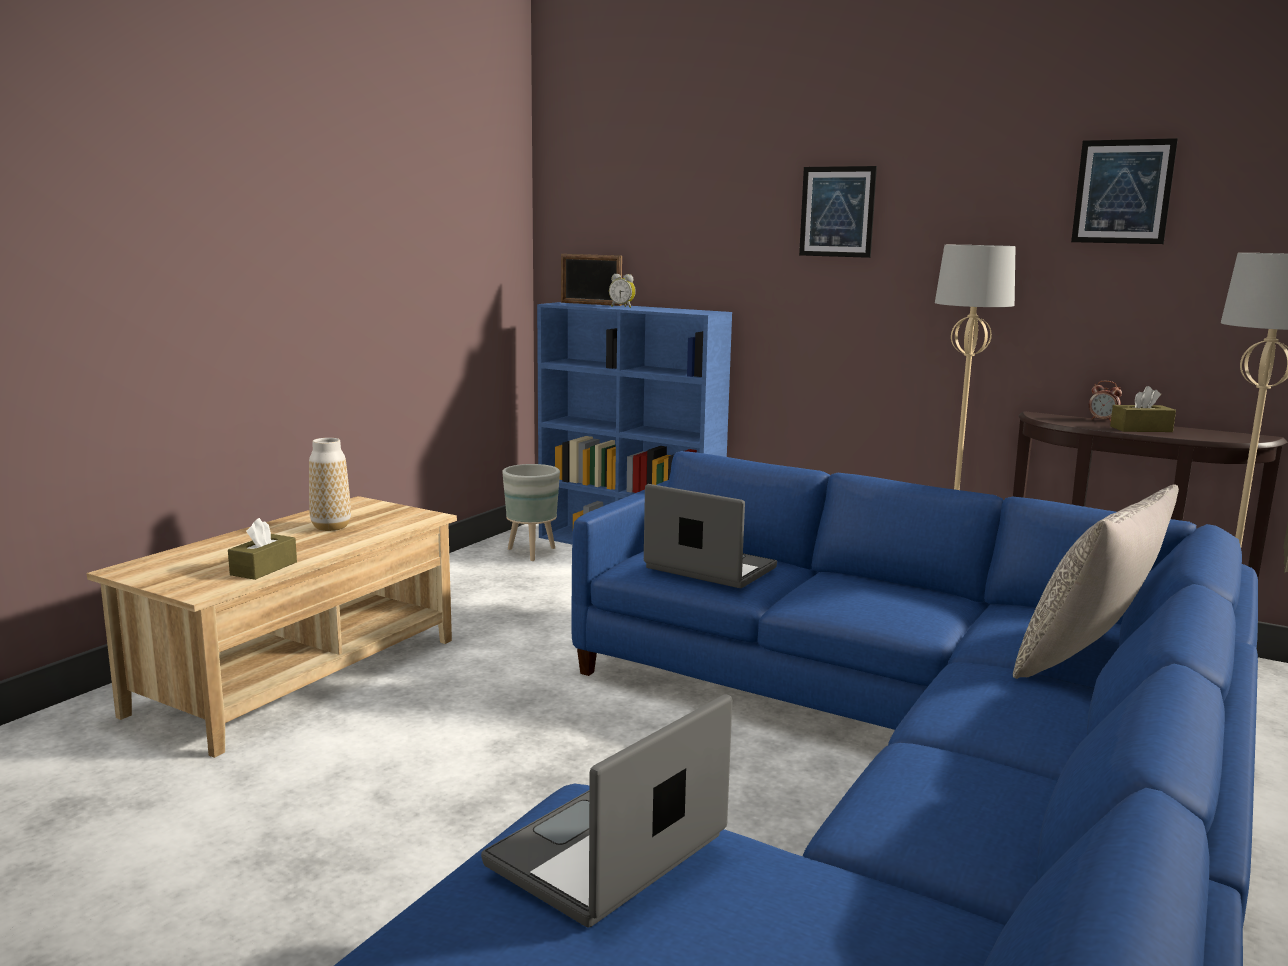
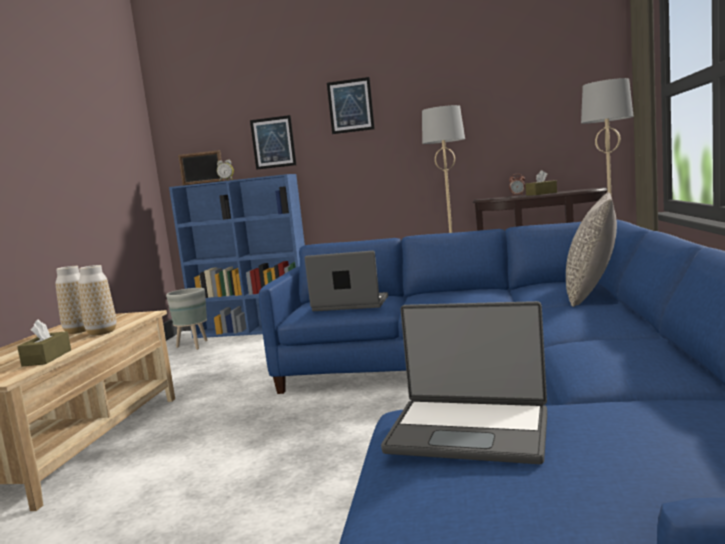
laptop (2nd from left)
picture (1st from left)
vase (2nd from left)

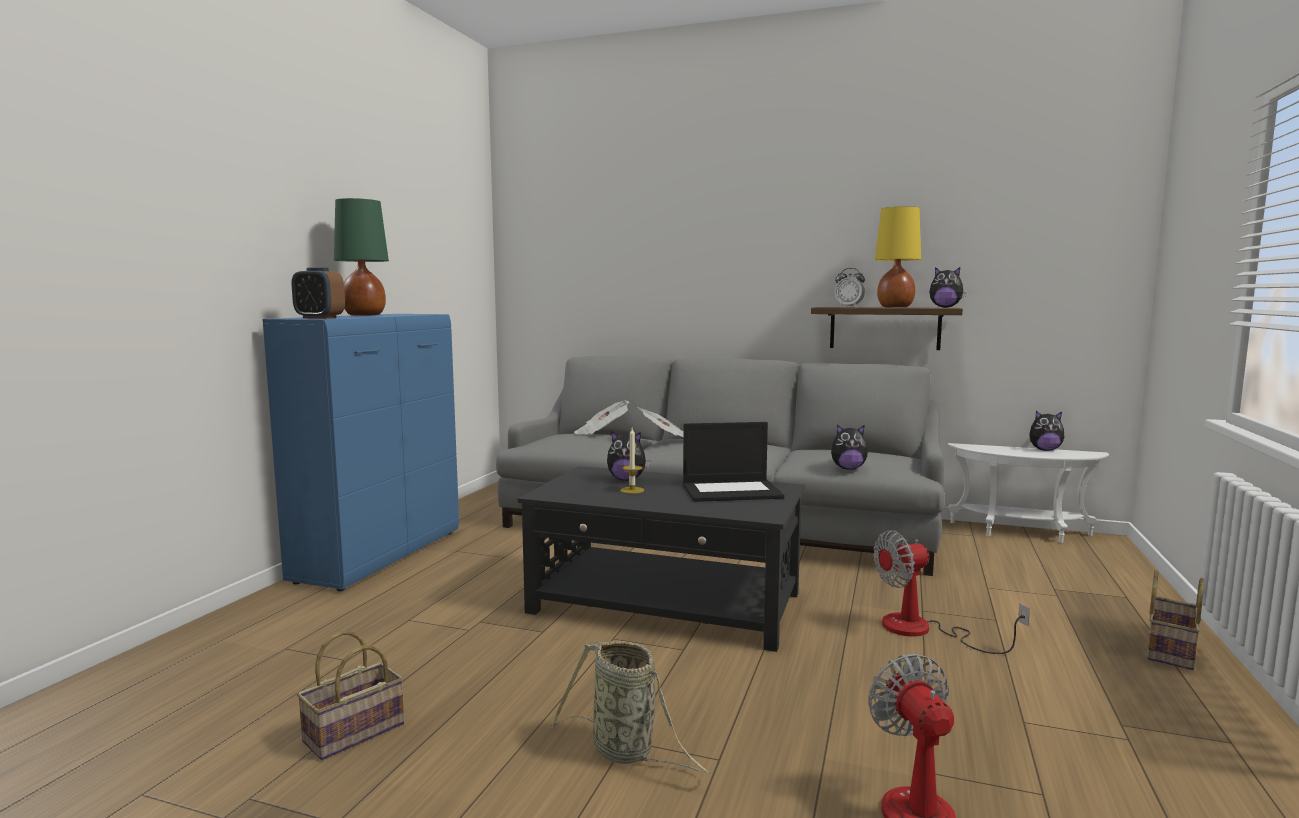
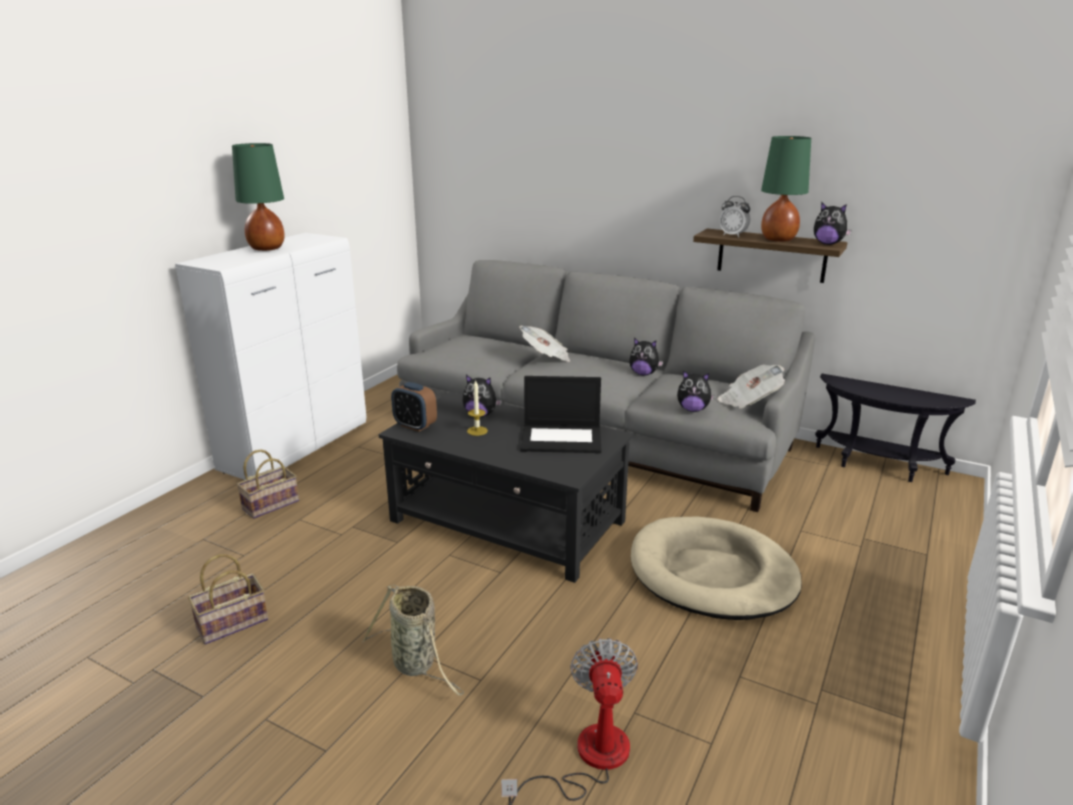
cabinet (white)
alarm clock (1st from left)
newspaper (2nd from left)
dog bed (beige)
table lamp (green) (2nd from left)
side table (black)
plush toy (2nd from left)
basket (2nd from left)

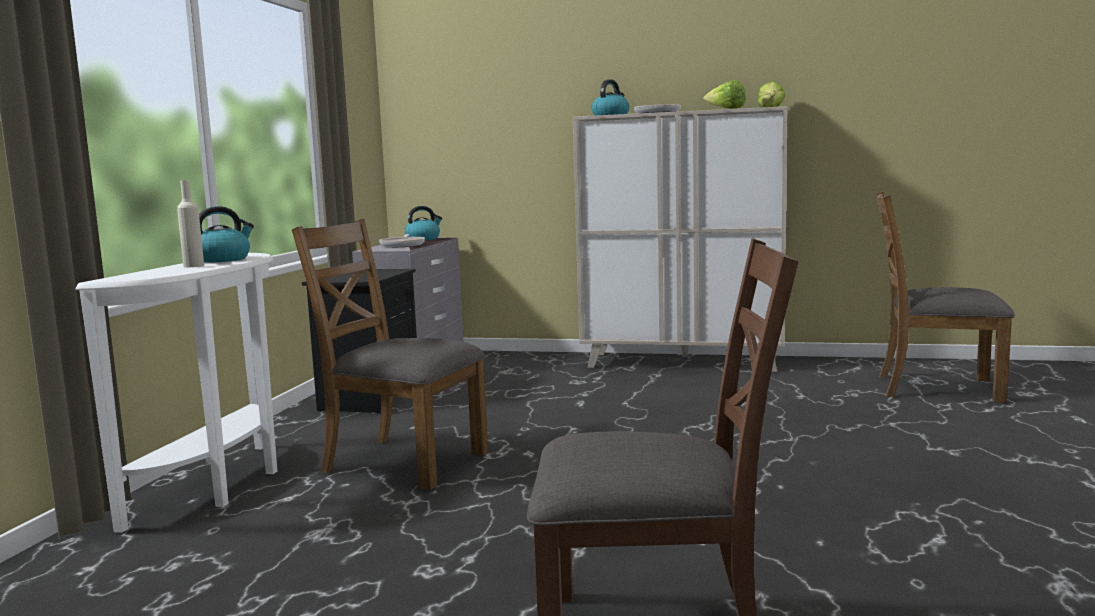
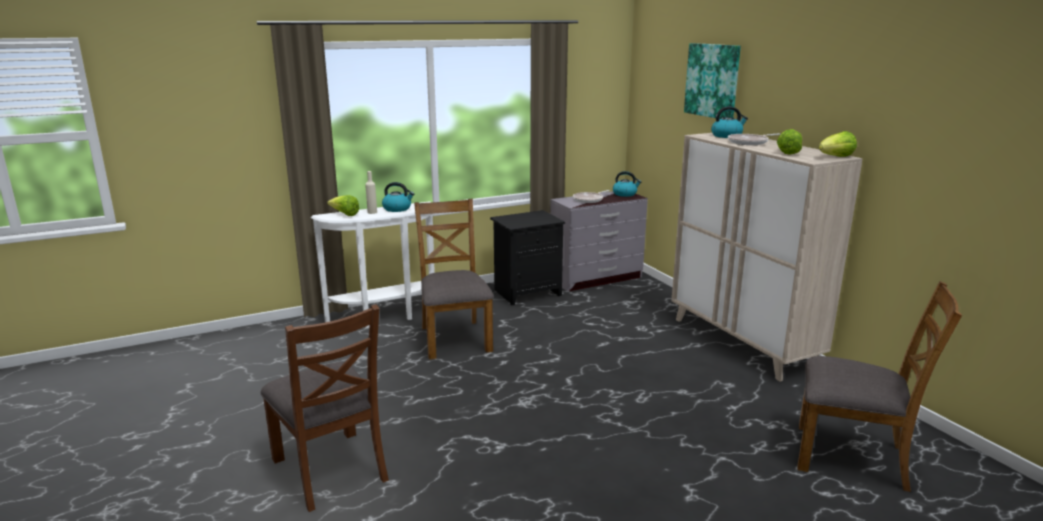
chair (brown) (3rd from left)
lettuce (1st from left)
picture

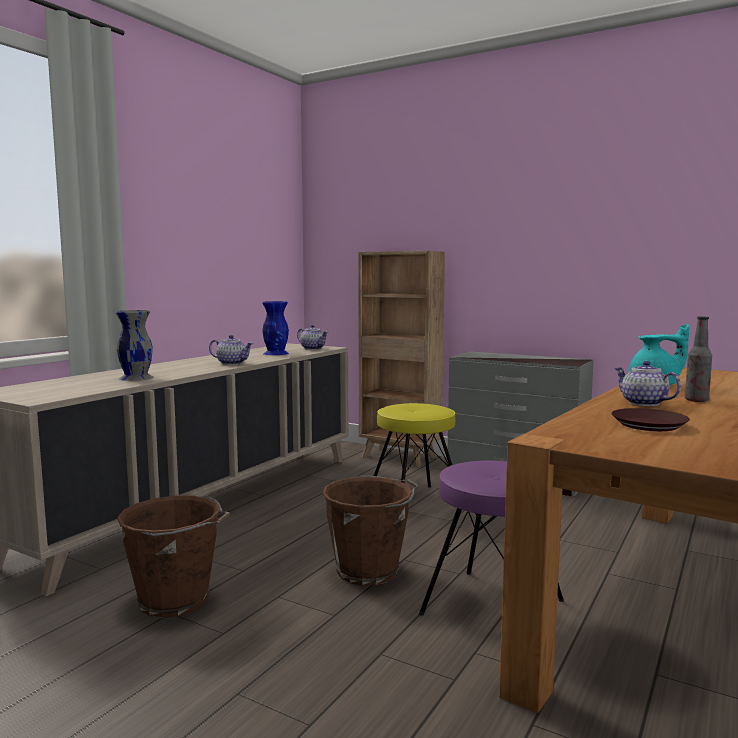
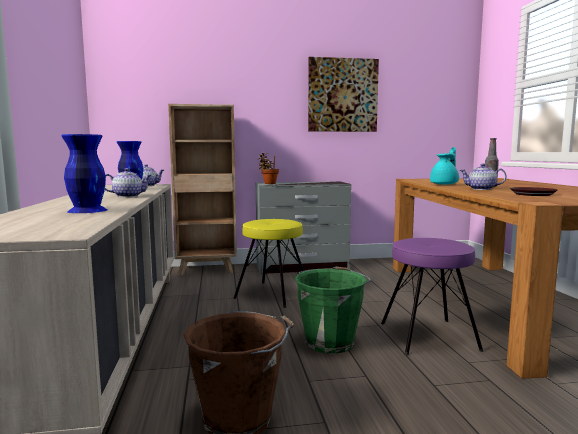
vase (blue) (1st from left)
bucket (green)
potted plant
picture

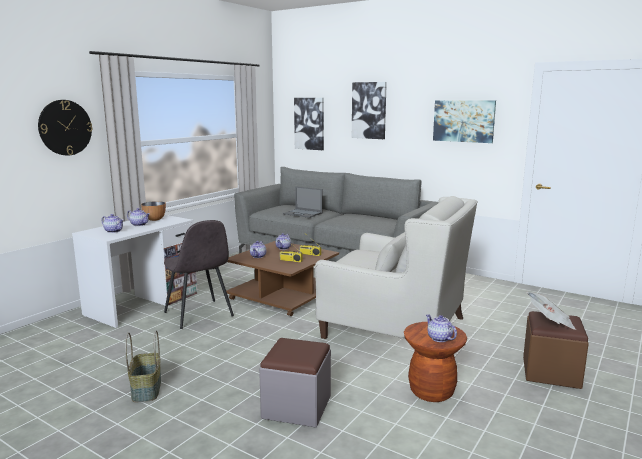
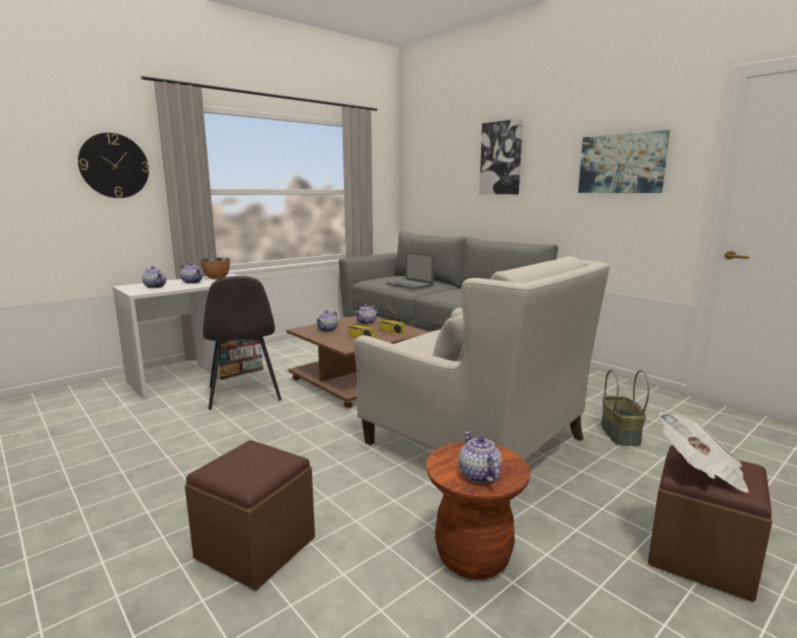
basket
ottoman (brown) (1st from left)
picture (1st from left in the first image)

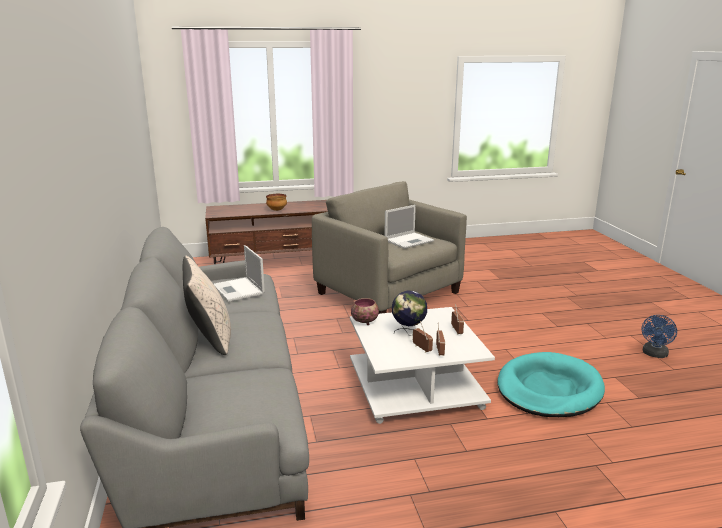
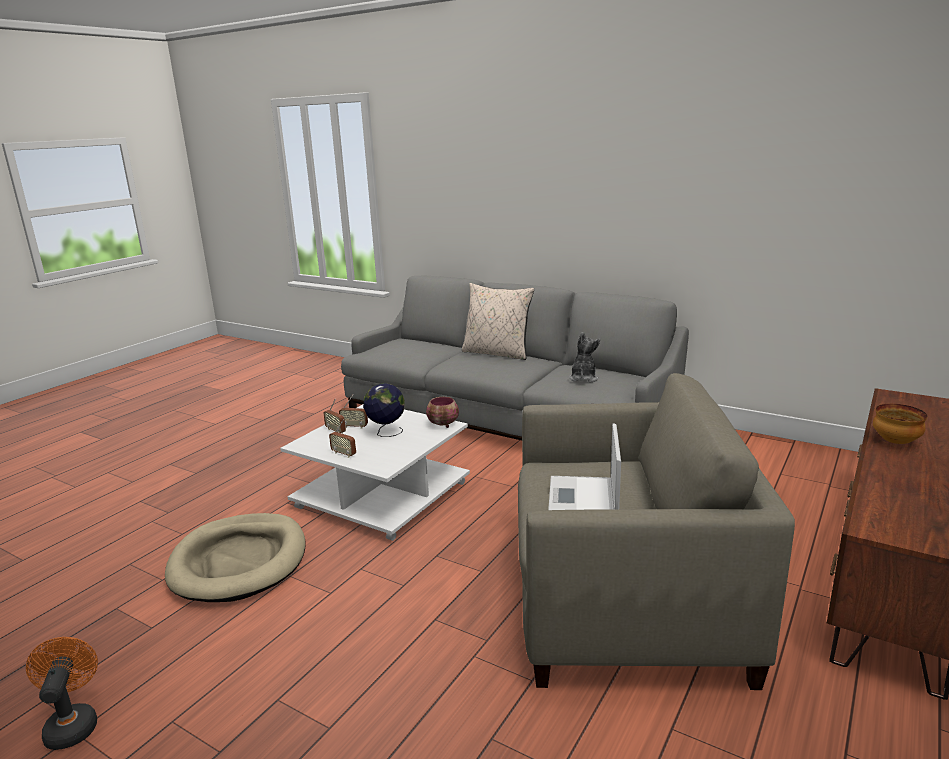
plush toy
dog bed (beige)
fan (orange)

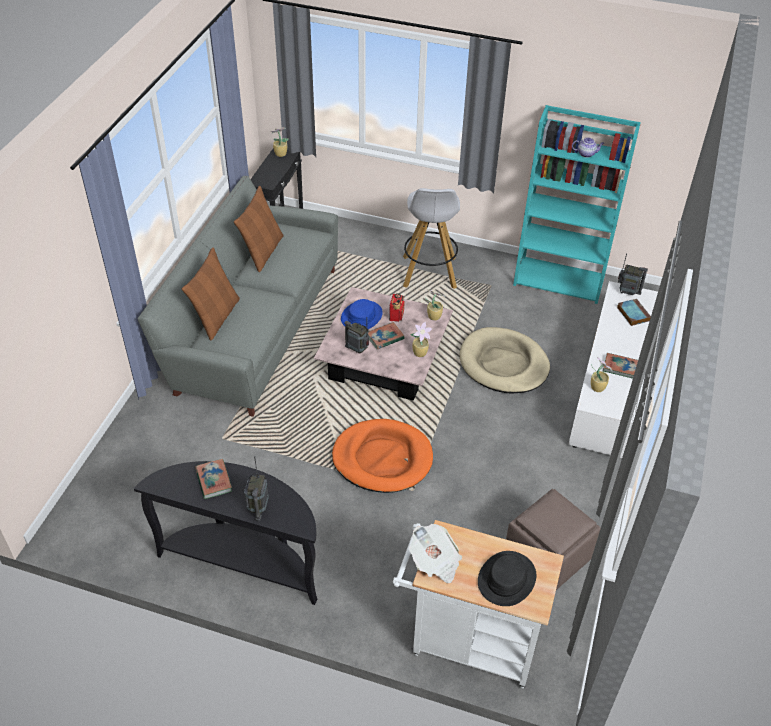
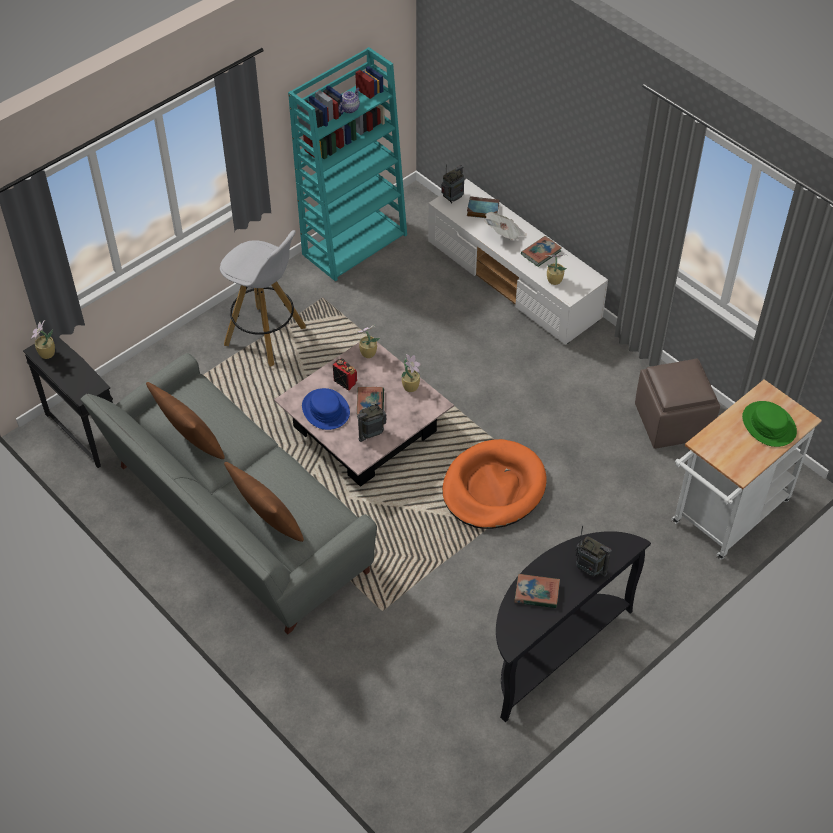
newspaper
dog bed (beige)
hat (green)

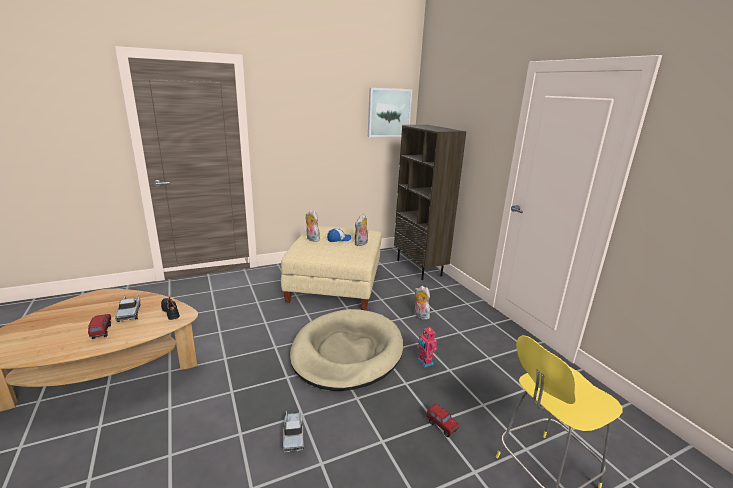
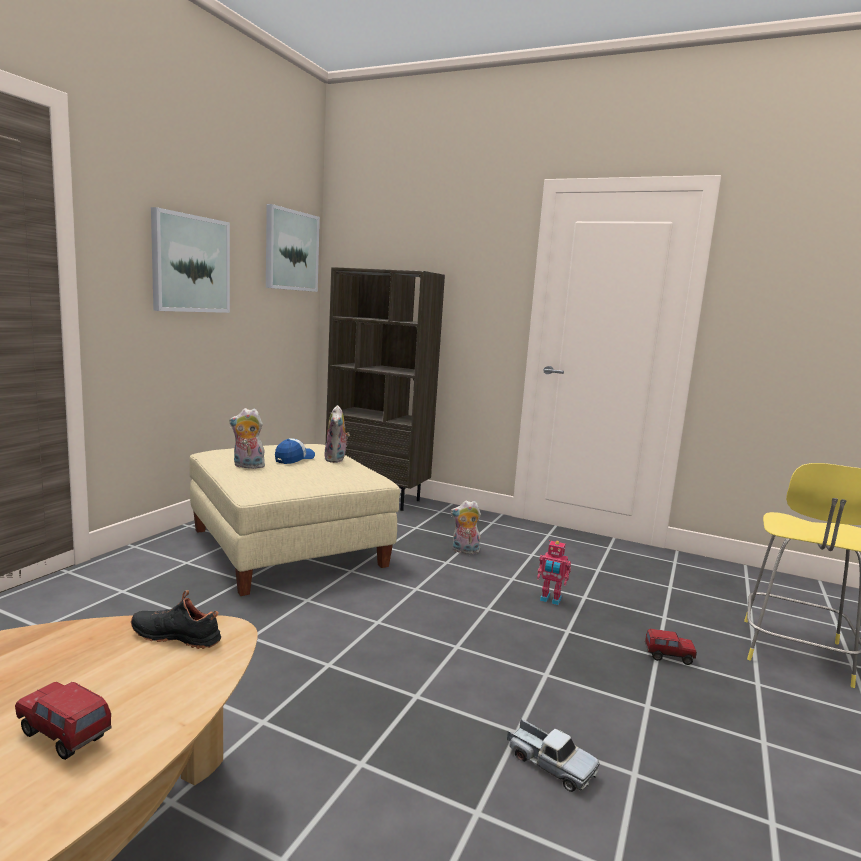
toy truck (2nd from left in the first image)
dog bed (beige)
picture (1st from left)

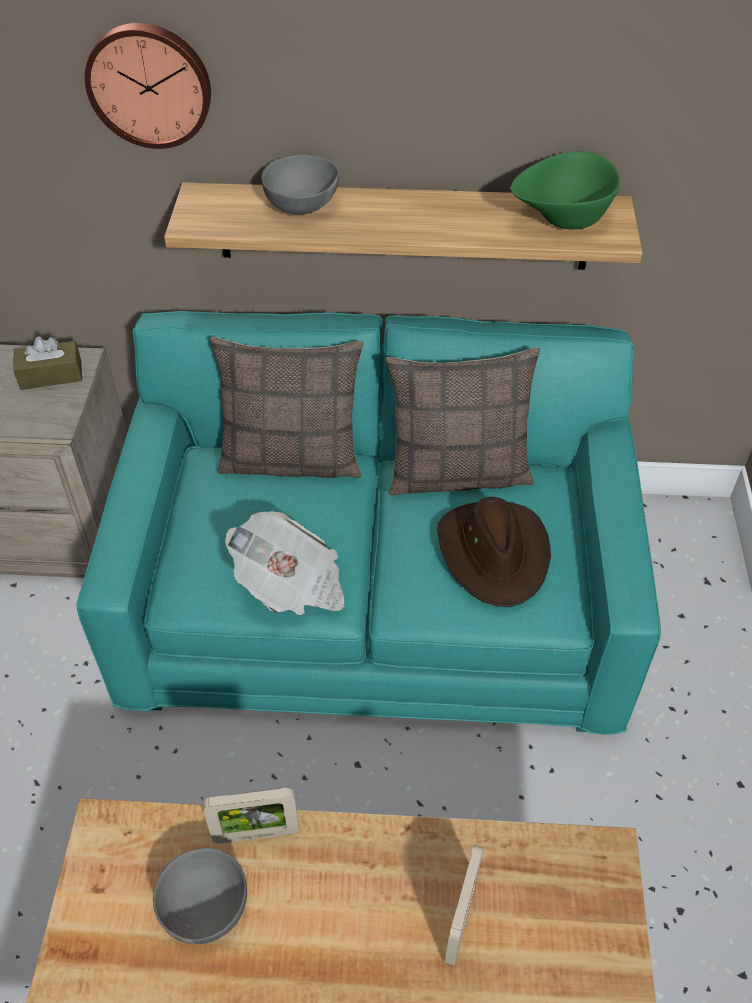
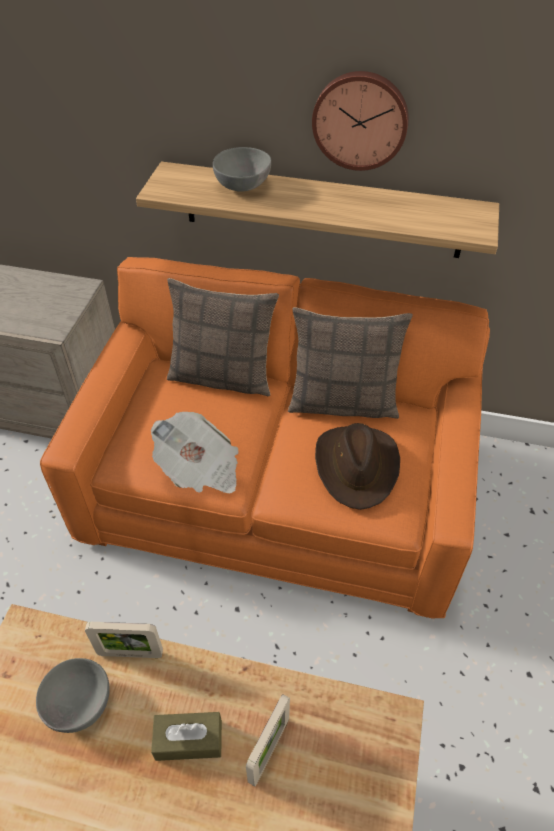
tissue box (brown)
sofa (orange)
wall clock
bowl (green)

